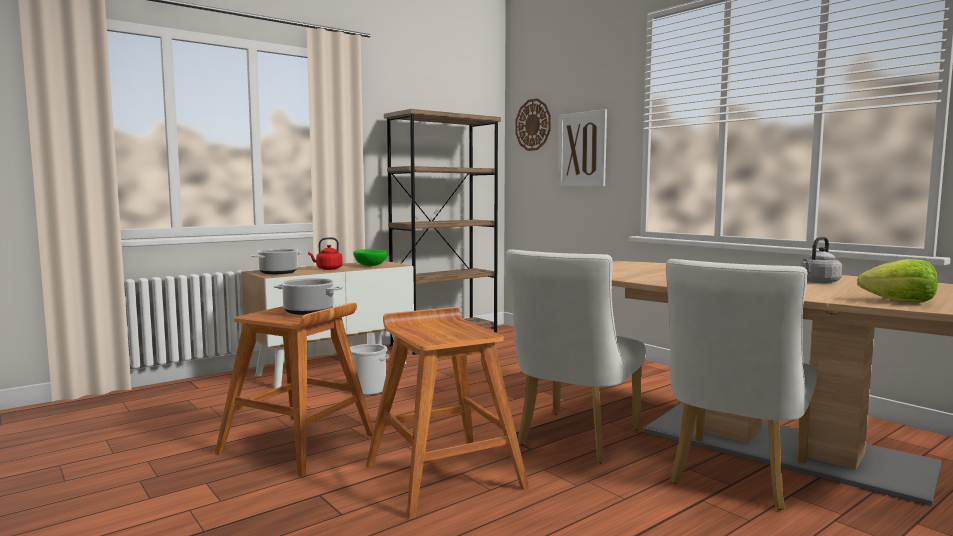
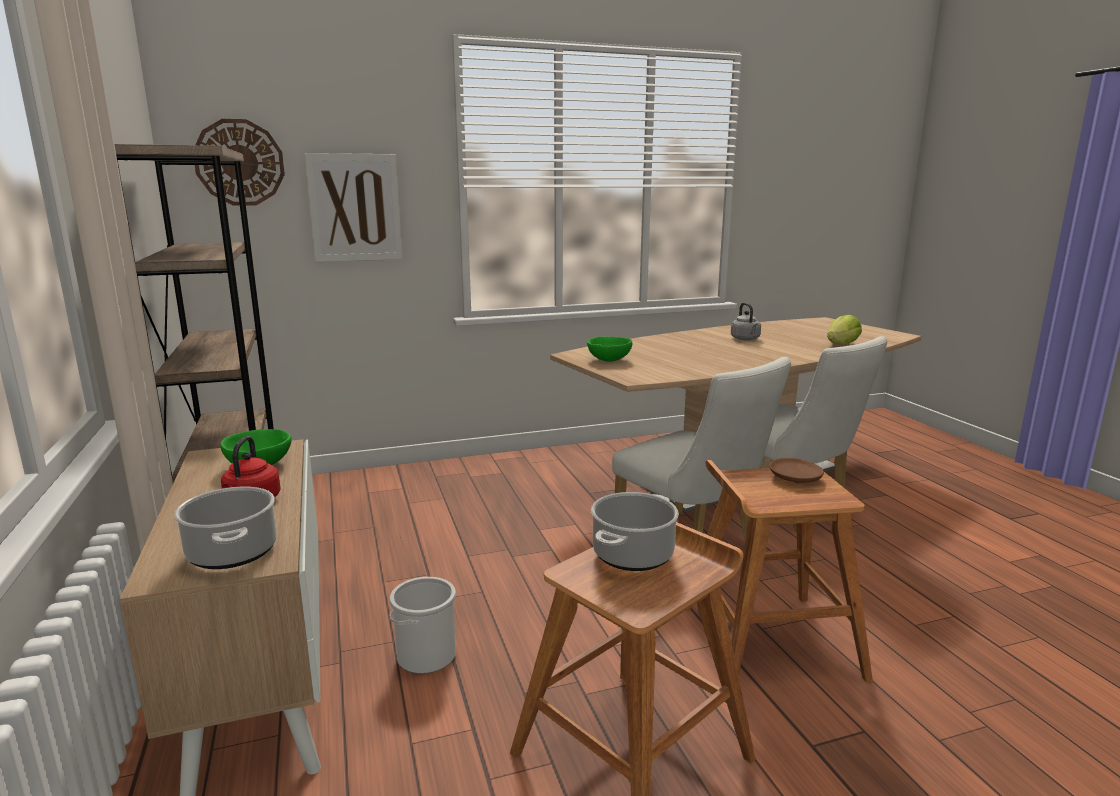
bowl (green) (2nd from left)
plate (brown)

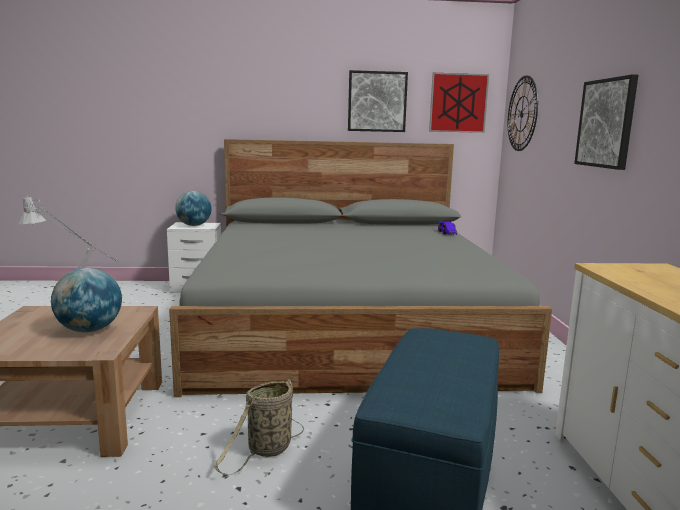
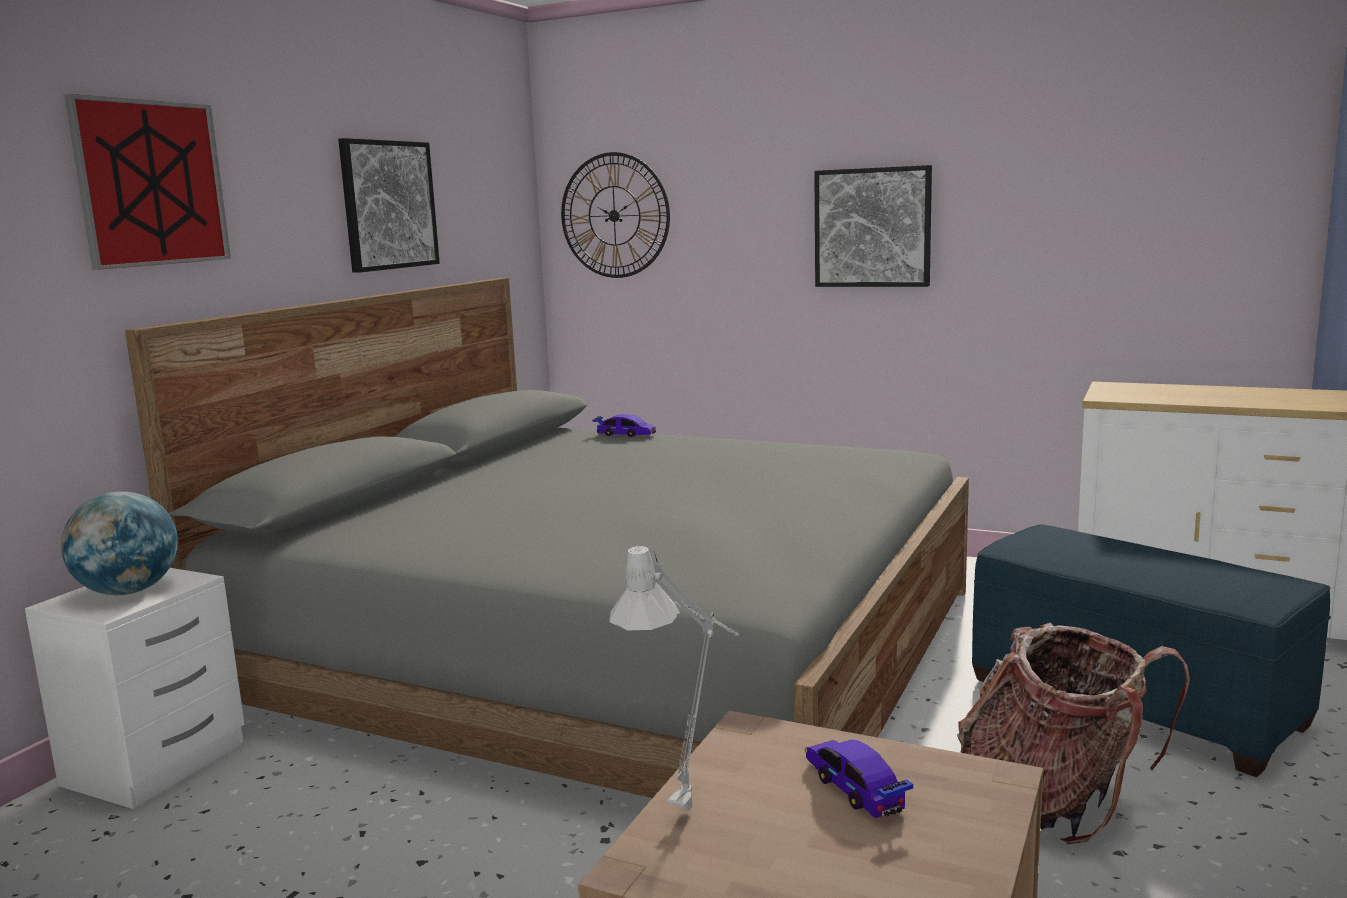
toy car (2nd from left)
backpack
picture (1st from left)

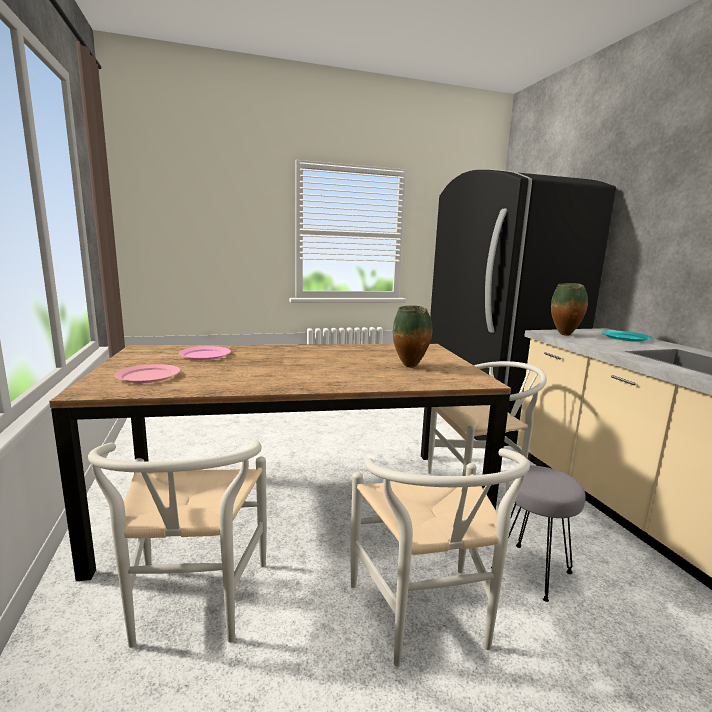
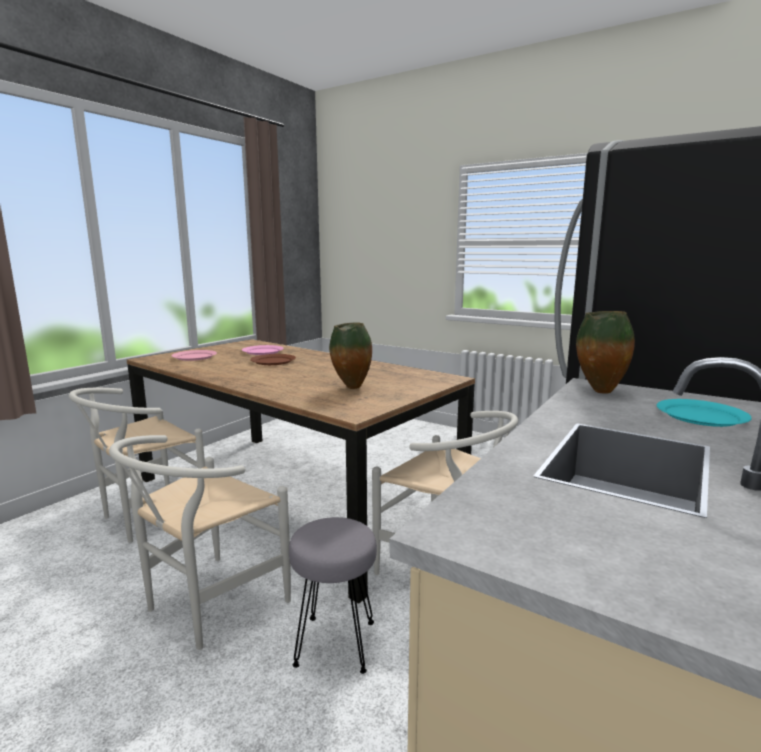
plate (brown)

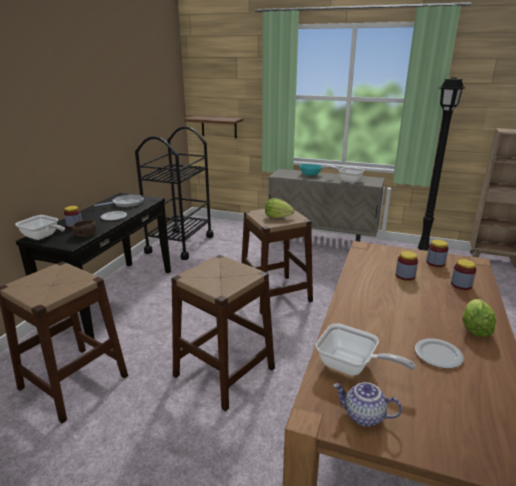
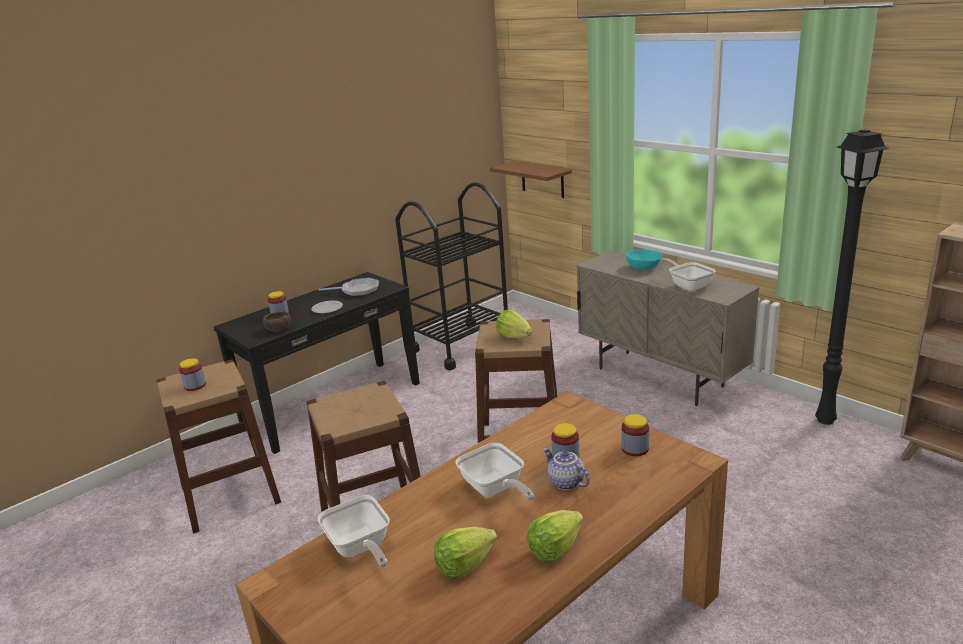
frying pan (3rd from left)
teapot
lettuce (1st from left)
jar (1st from left)

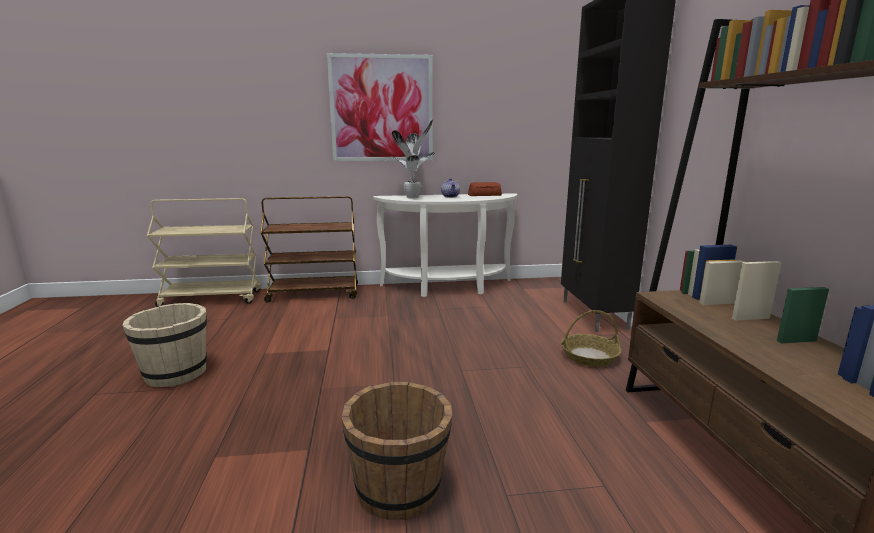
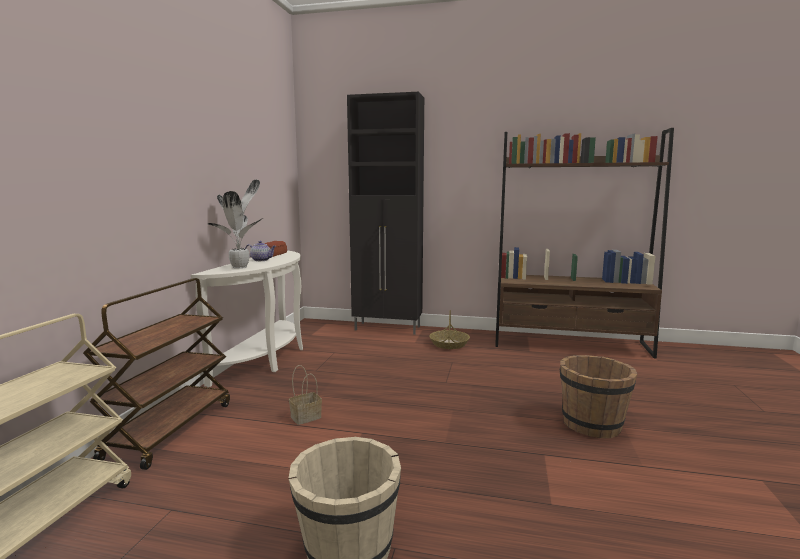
picture
basket (1st from left)

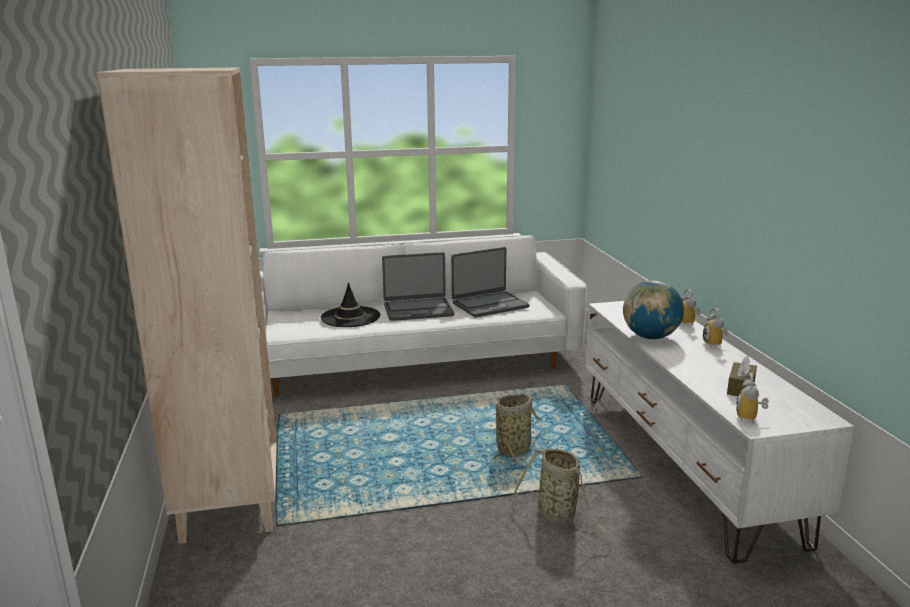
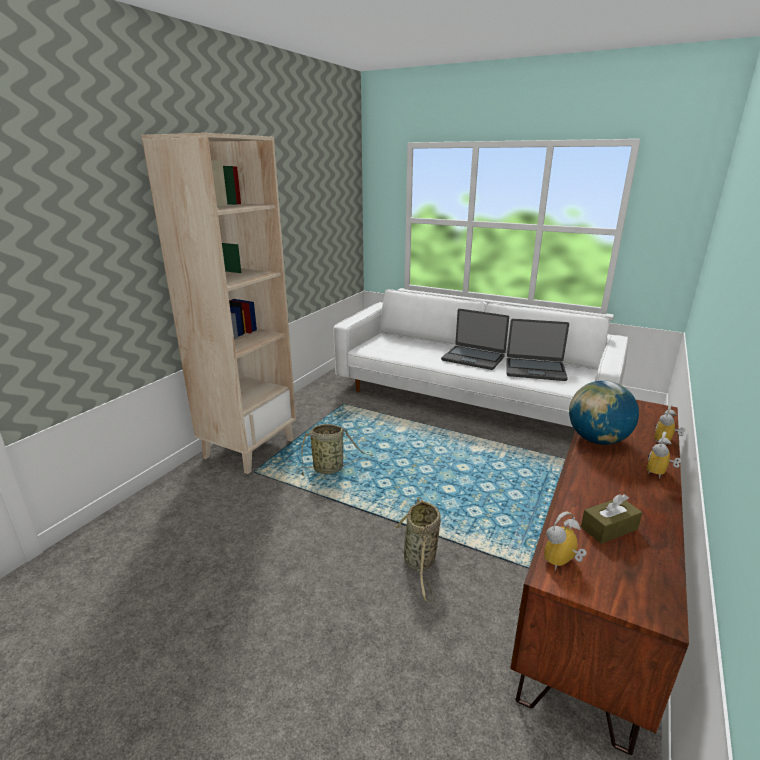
hat (black)
basket (1st from left)
tv stand (brown)

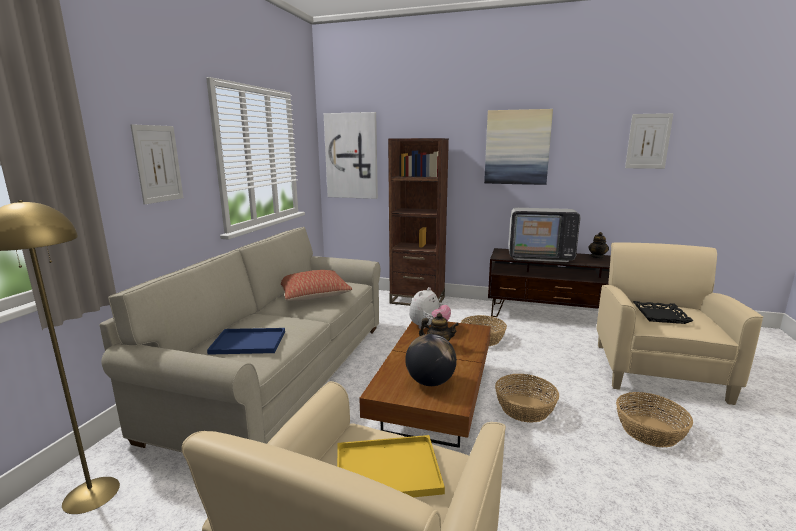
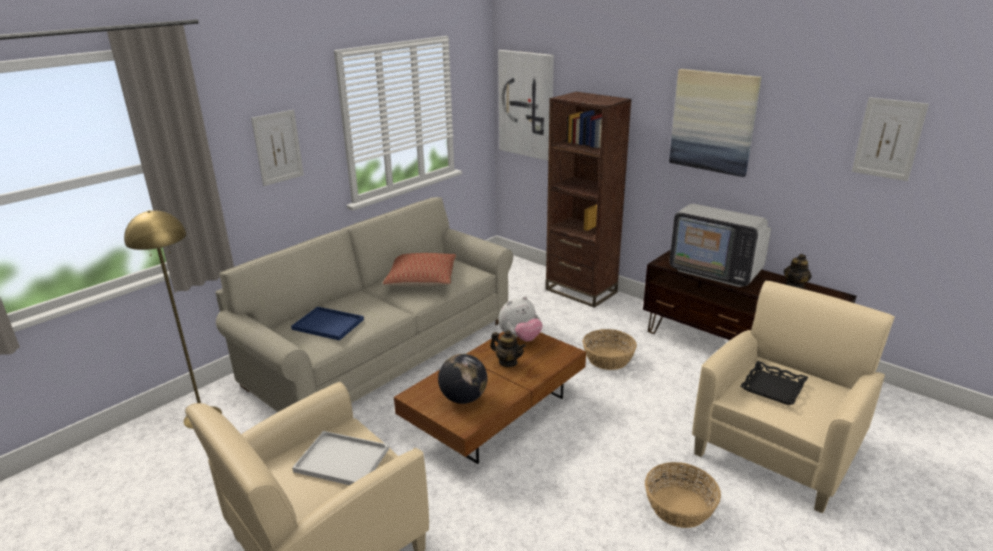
tray (white)
basket (2nd from left in the first image)

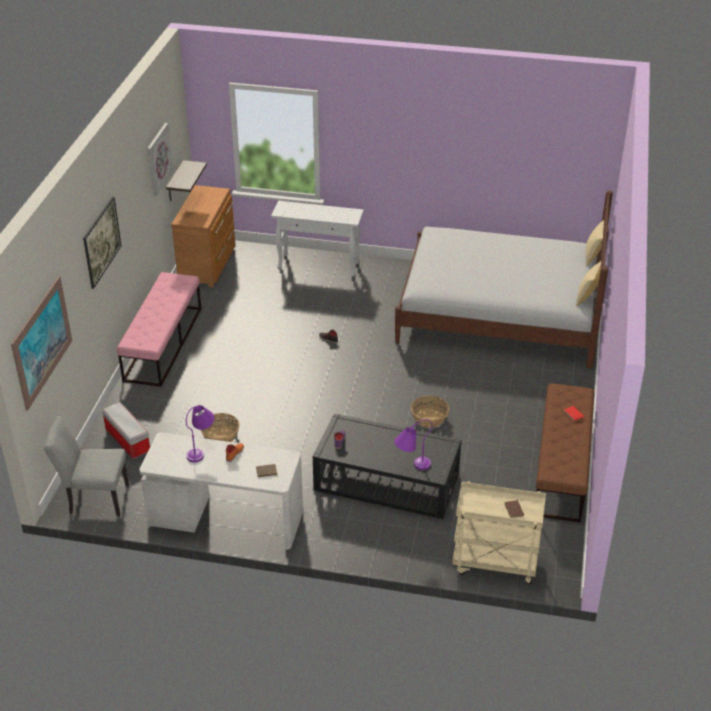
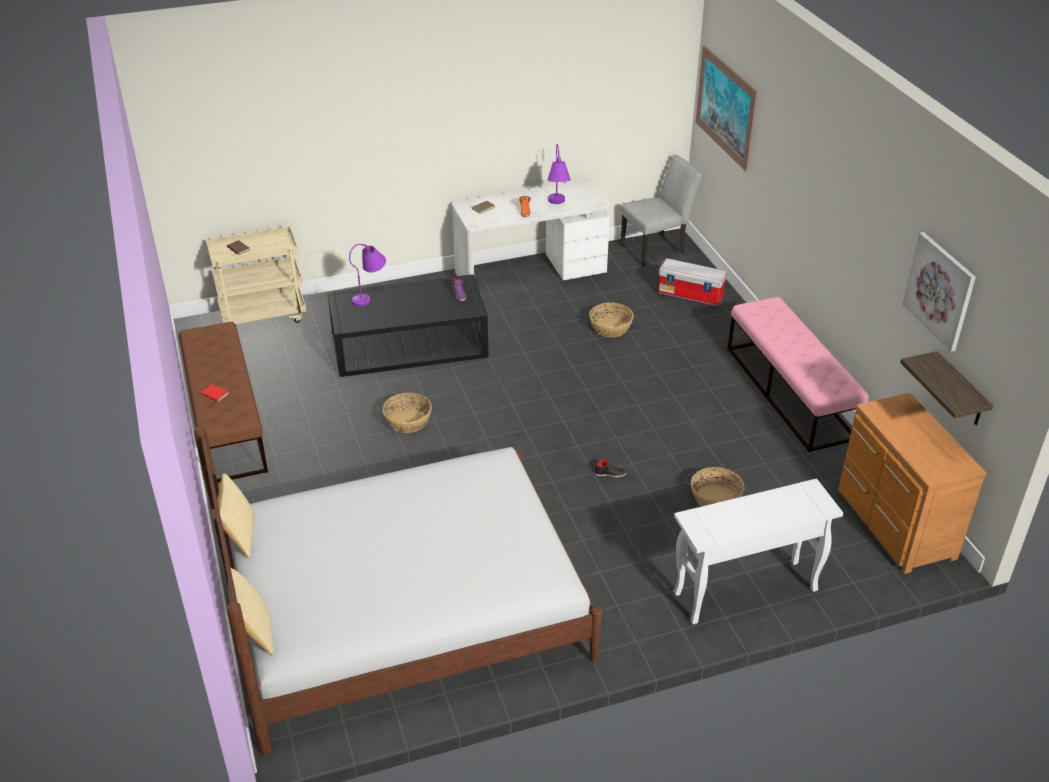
picture (2nd from left in the first image)
basket (3rd from left)

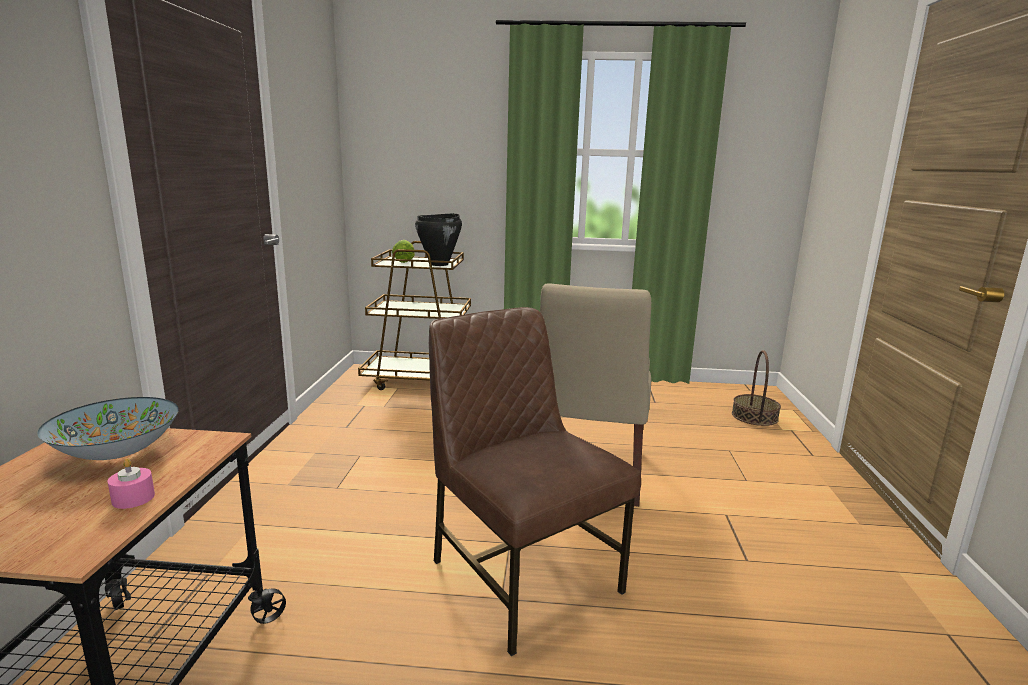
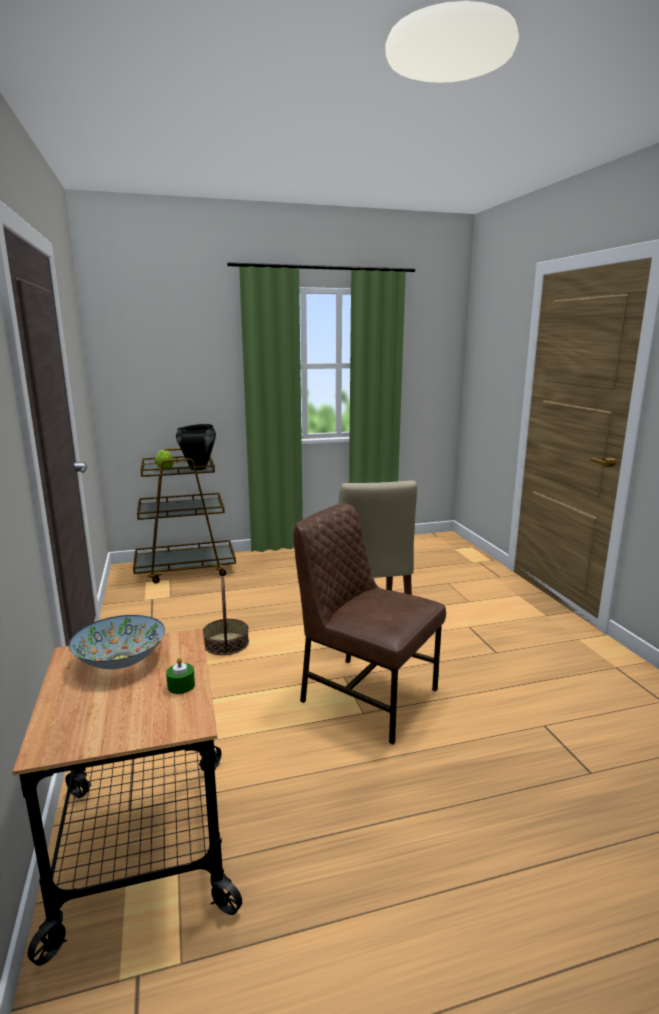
candle (green)
basket

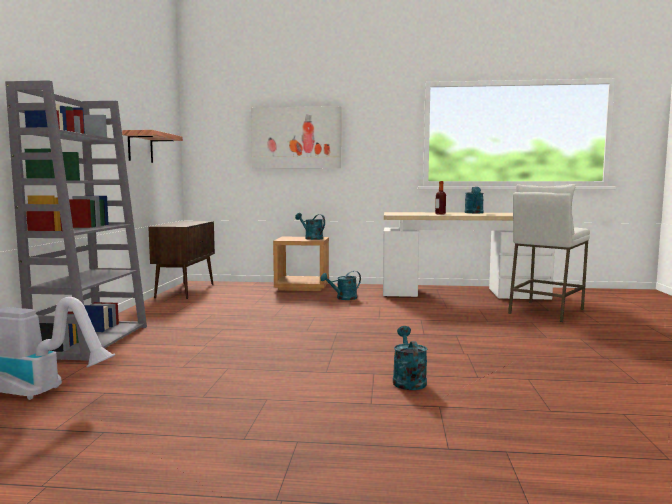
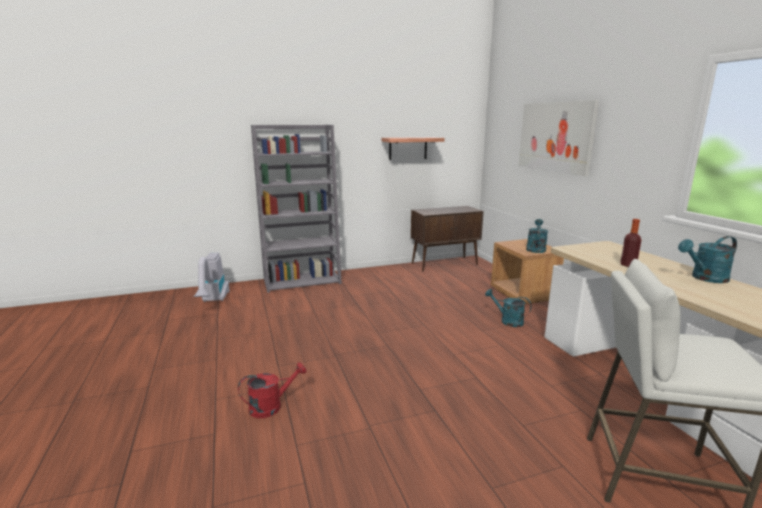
watering can (red)

